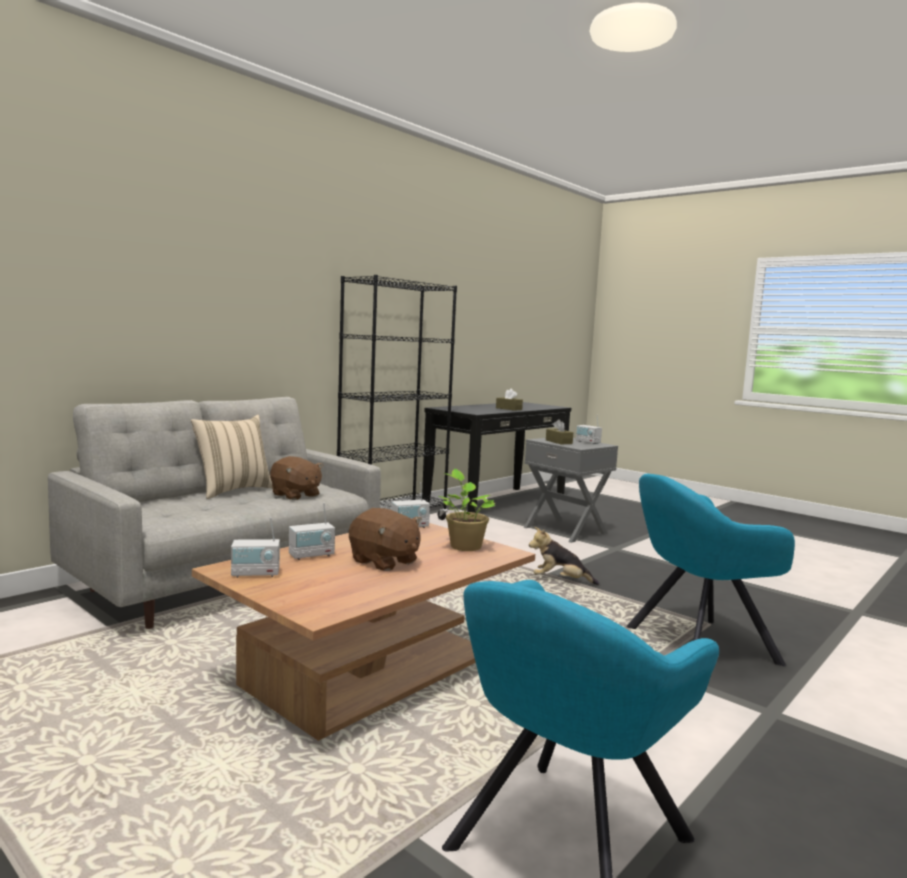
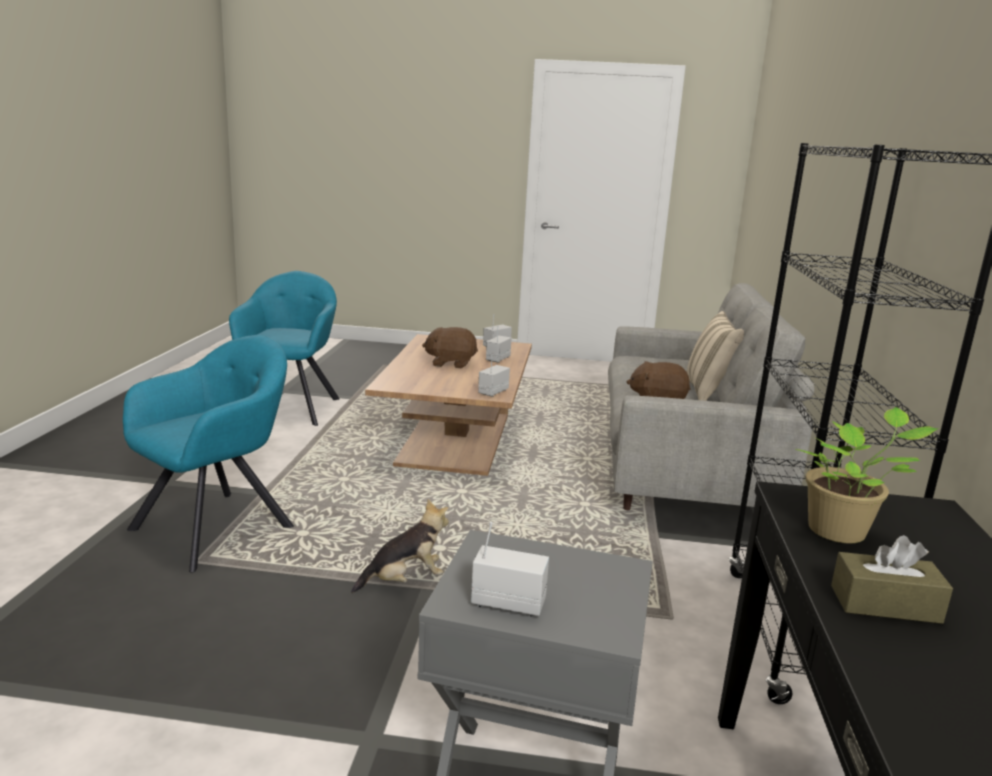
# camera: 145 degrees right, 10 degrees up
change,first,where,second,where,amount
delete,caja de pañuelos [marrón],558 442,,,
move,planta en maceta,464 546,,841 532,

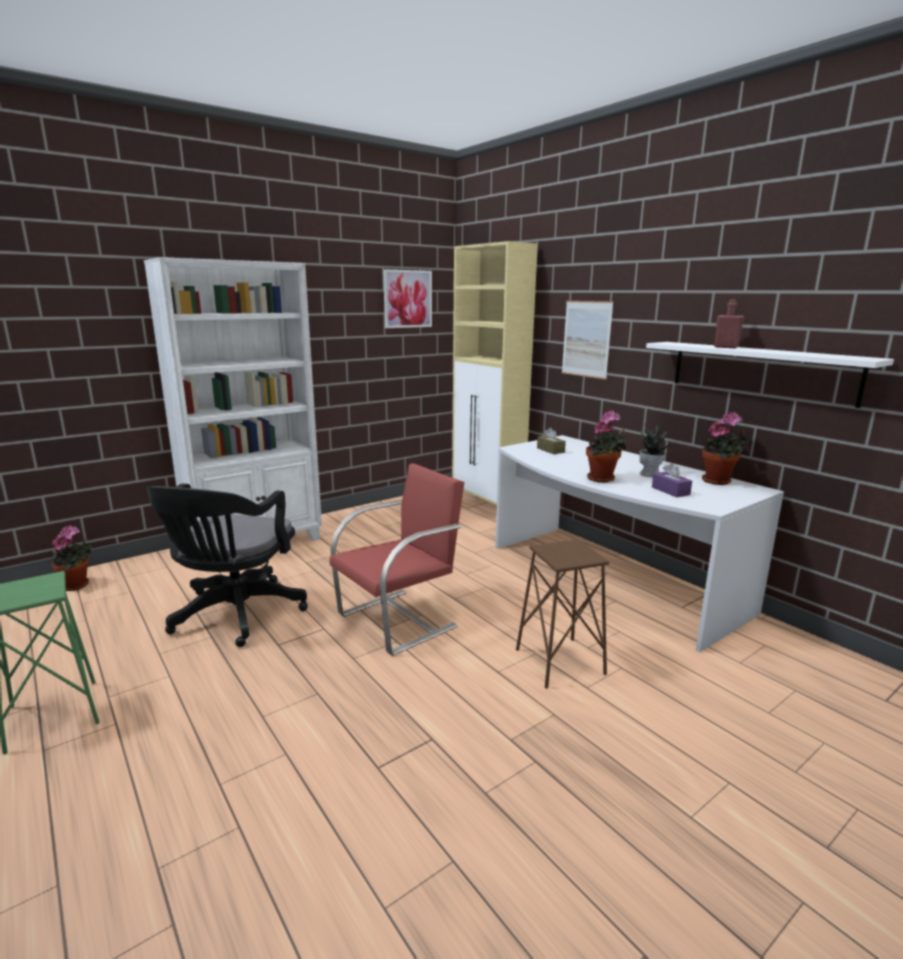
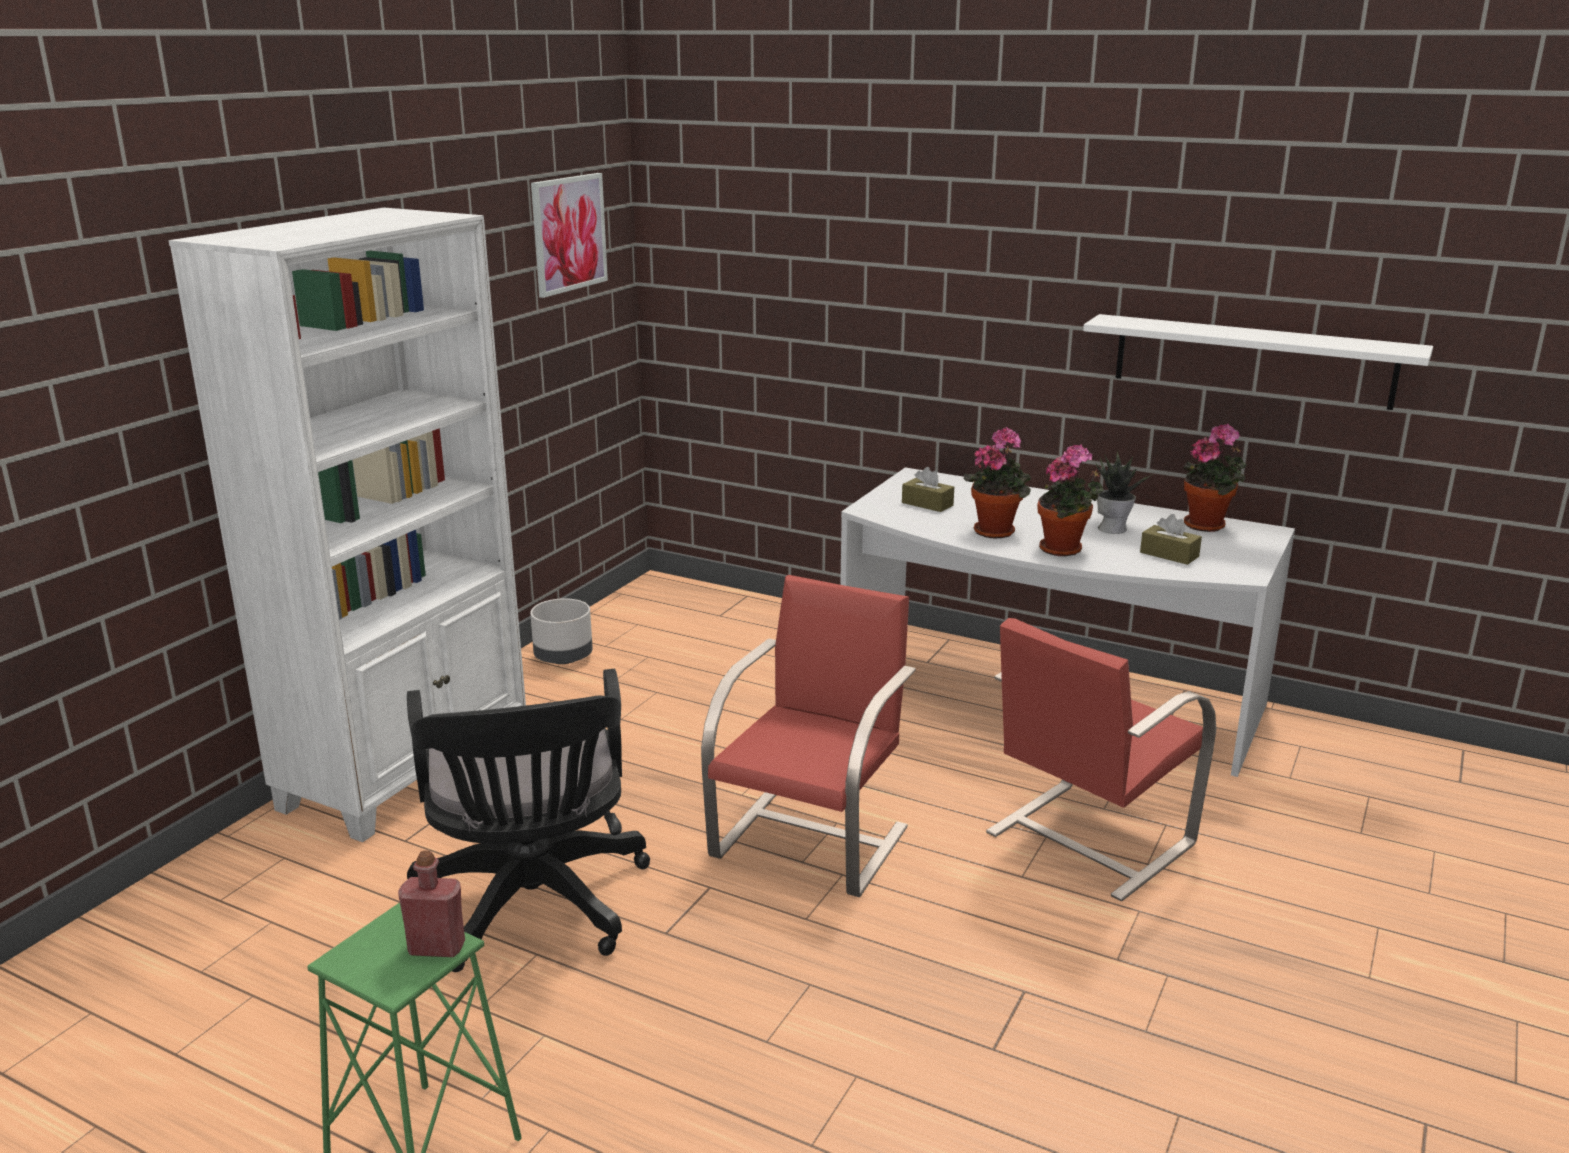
# camera: 25 degrees left, 5 degrees up
change,first,where,second,where,amount
delete,armario [beis],487 508,,,
move,botella [rojo],725 347,,436 948,
delete,cuadro,586 339,,,
recolor,caja de pañuelos [morado],670 491,caja de pañuelos [marrón],1169 554,
move,planta en maceta,78 585,,996 531,
replace,taburete [marrón],559 662,silla [rojo],1086 839,
insert,,,maceta [gris],564 658,

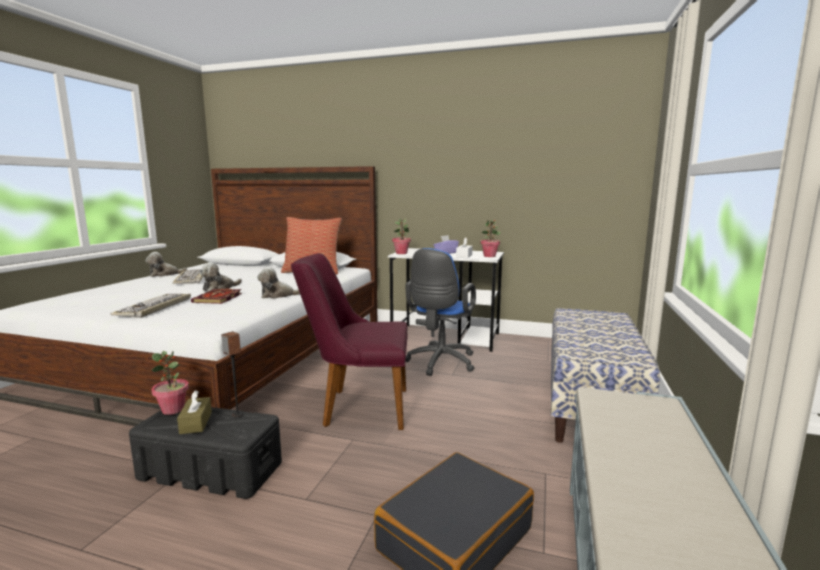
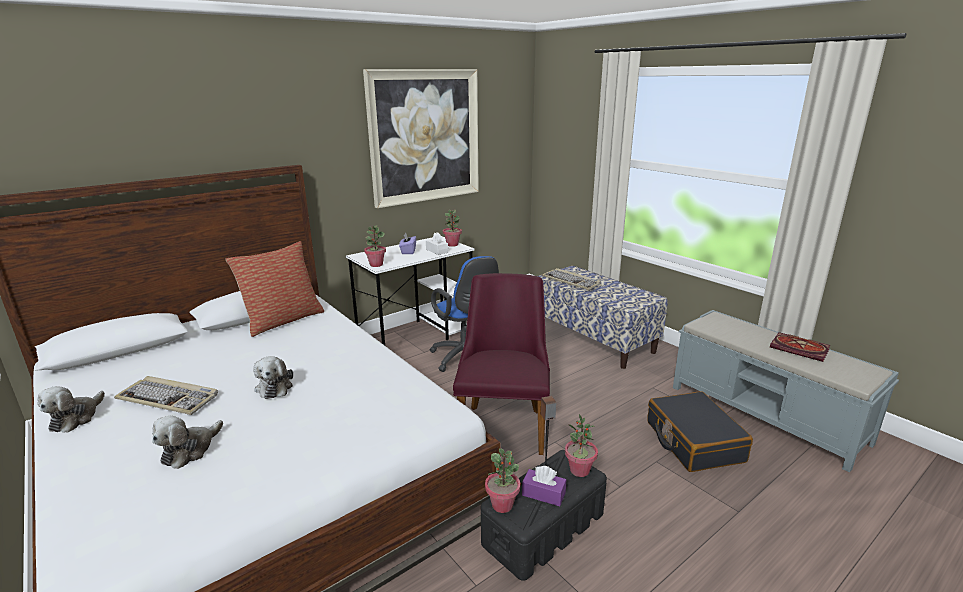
# camera: 55 degrees left, 10 degrees up
change,first,where,second,where,amount
rotate,silla [morado],357 407,,504 423,150 degrees clockwise
move,peluche,278 295,,190 450,
move,libro,218 298,,800 349,
move,teclado,155 307,,571 281,
recolor,caja de pañuelos [marrón],196 422,caja de pañuelos [morado],543 494,
insert,,,cuadro,425 136,
insert,,,planta en maceta,579 470,

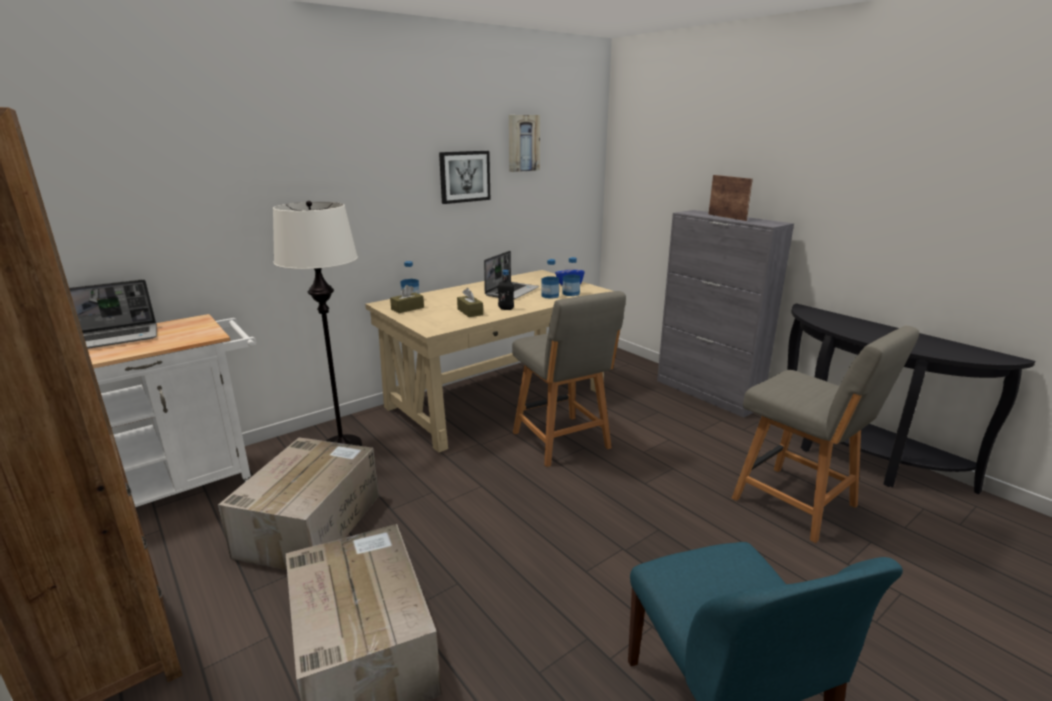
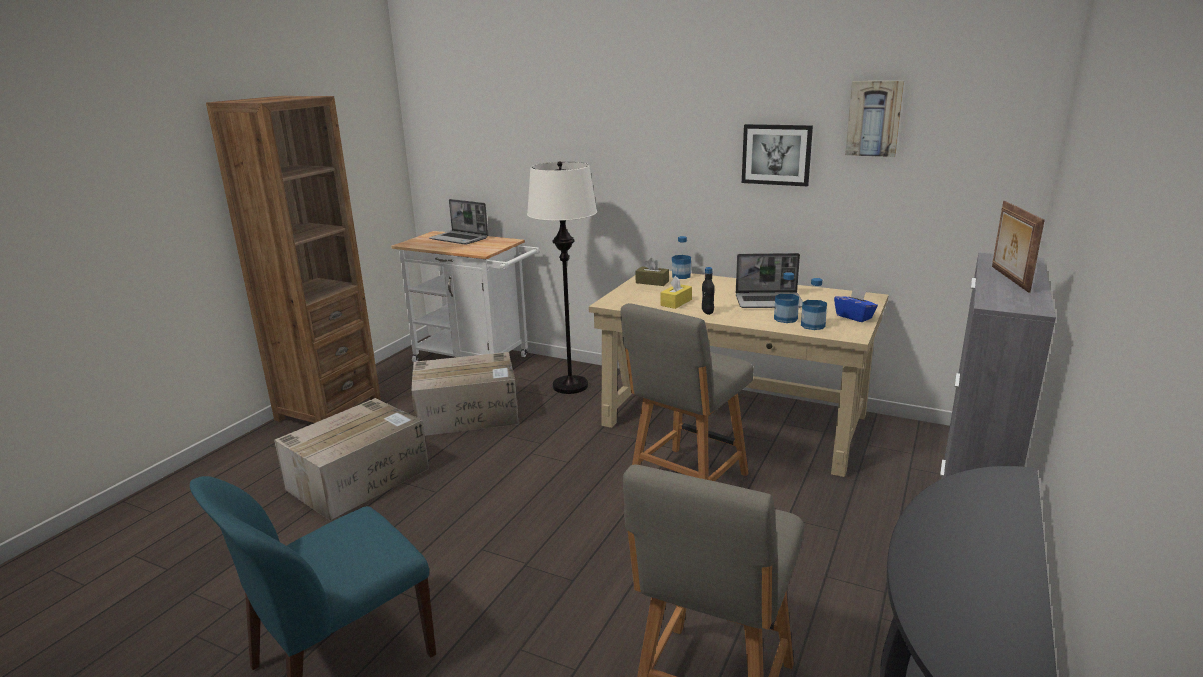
# camera: 65 degrees right, 0 degrees up
change,first,where,second,where,amount
rotate,portarretratos,727 217,,1008 278,150 degrees clockwise
recolor,caja de pañuelos [marrón],470 312,caja de pañuelos [amarillo],676 302,

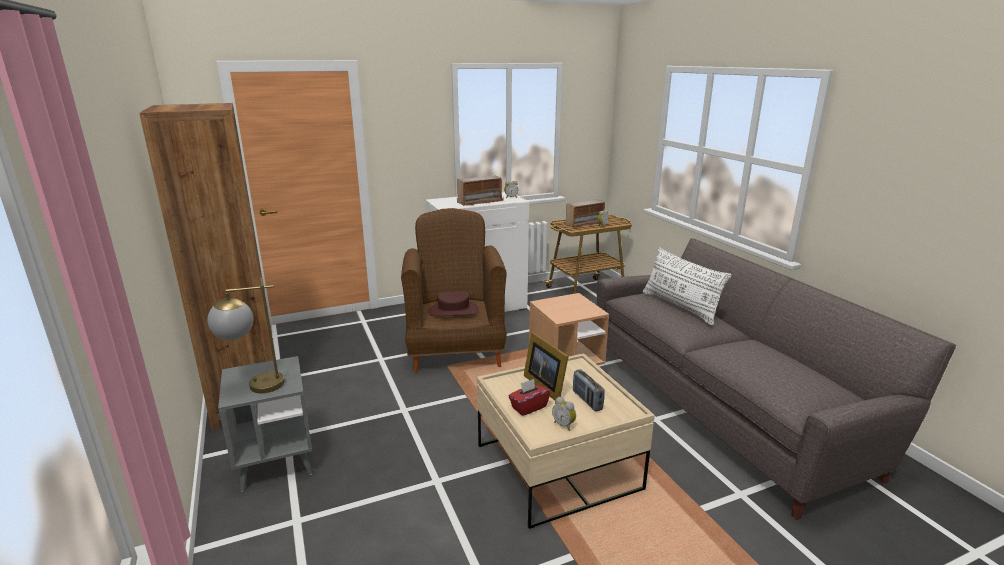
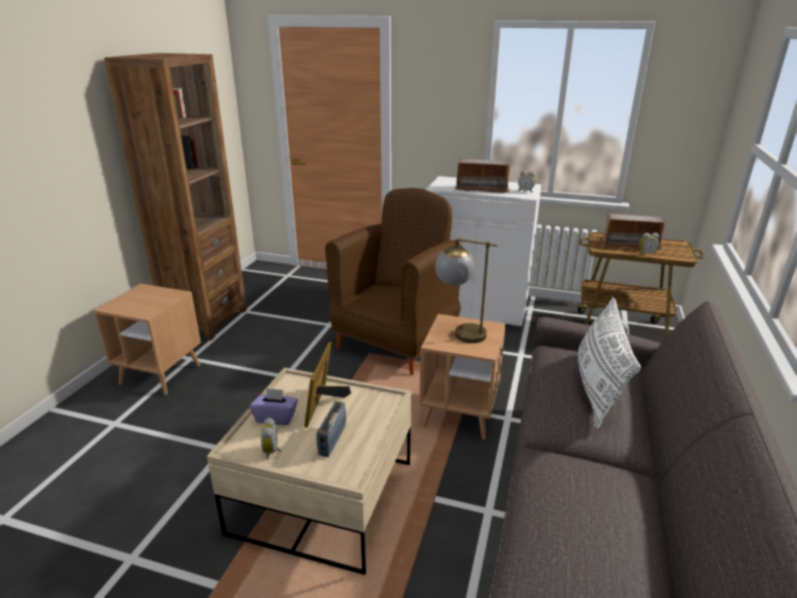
# camera: 40 degrees right, 5 degrees up
change,first,where,second,where,amount
move,lámpara de mesa,254 386,,459 333,
delete,sombrero [marrón],453 311,,,
recolor,mesa auxiliar [gris],276 462,mesa auxiliar [marrón],160 374,
recolor,caja de pañuelos [rojo],528 407,caja de pañuelos [morado],276 417,

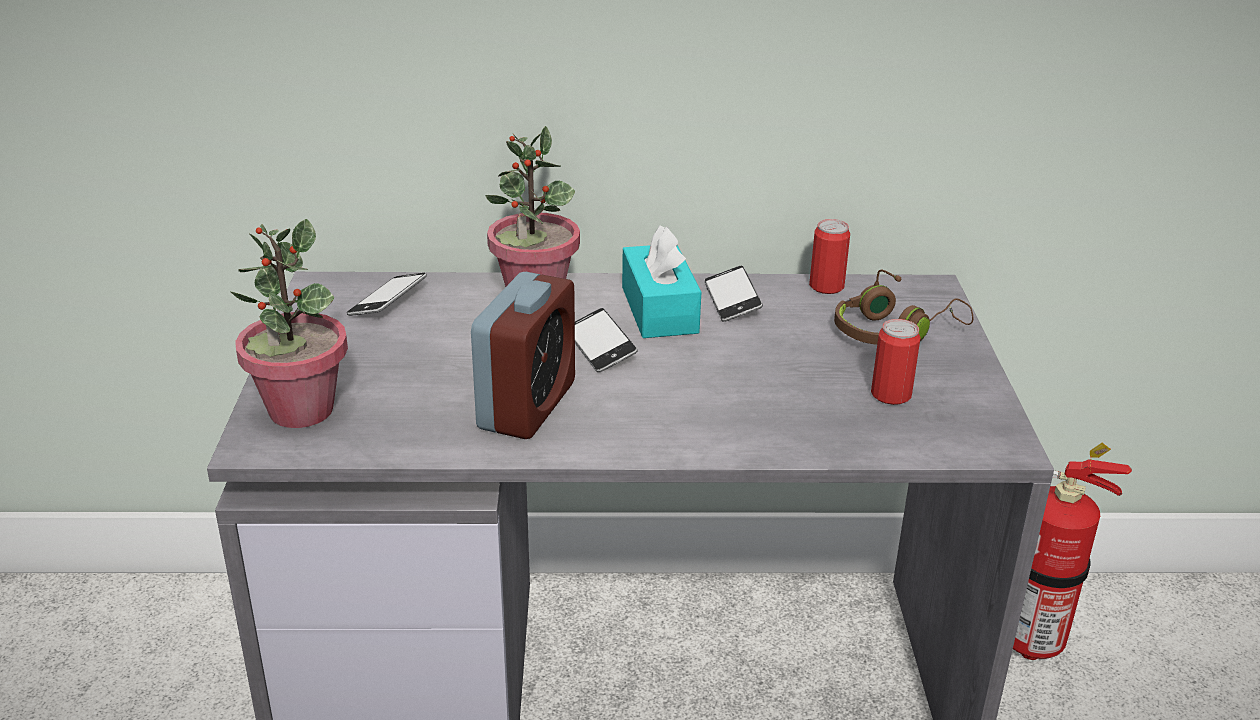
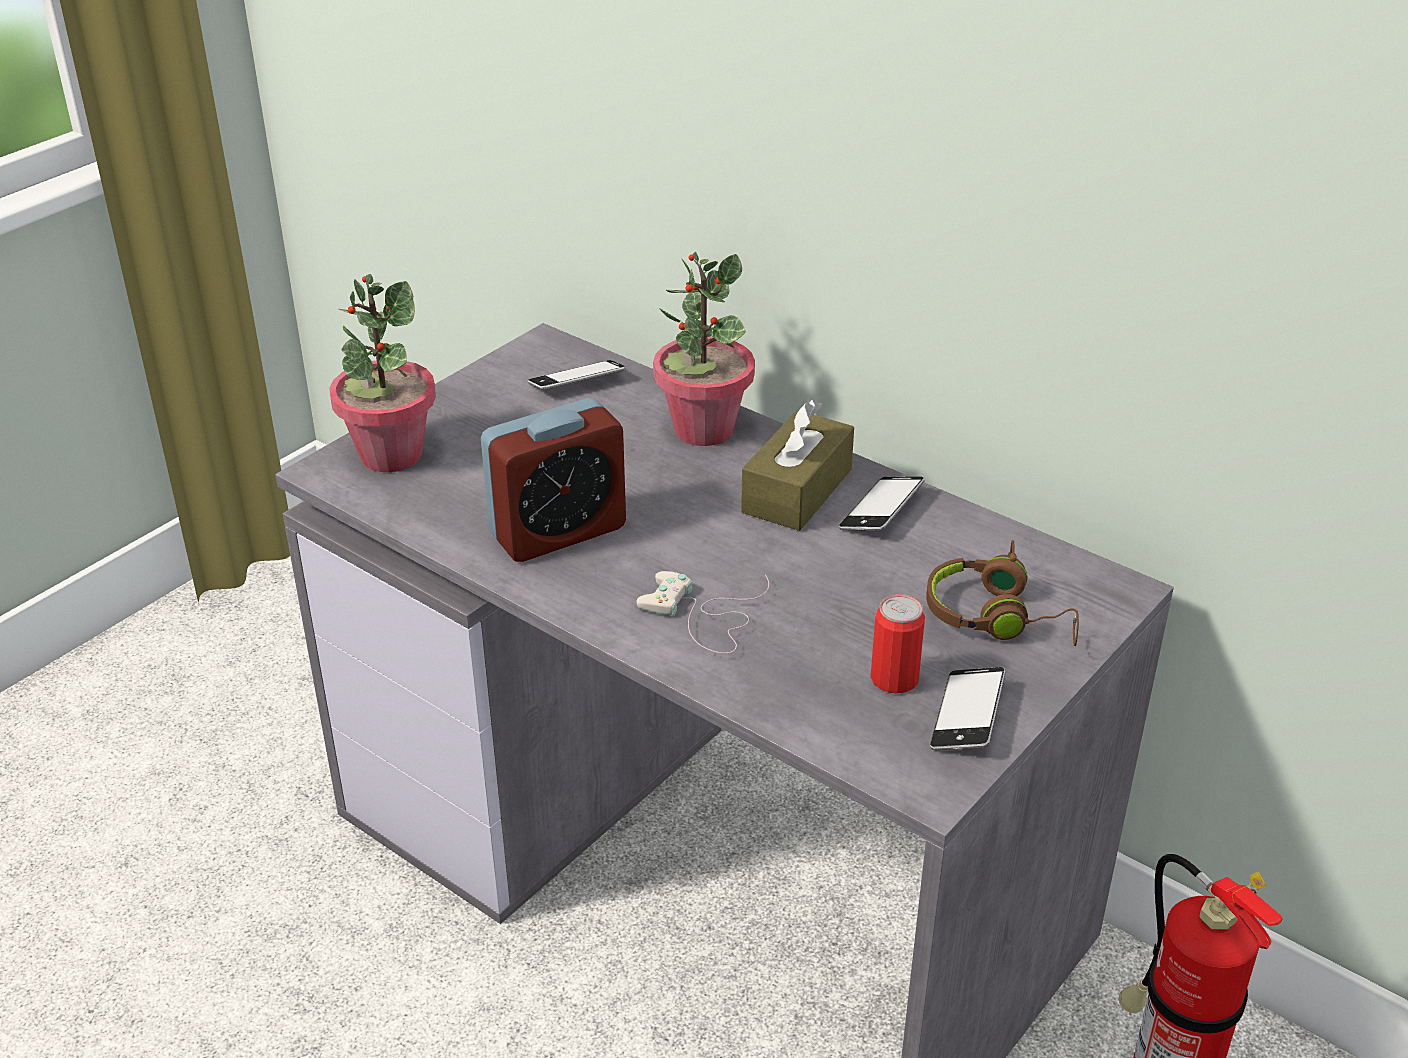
# camera: 40 degrees right, 5 degrees up
change,first,where,second,where,amount
delete,lata,826 286,,,
recolor,caja de pañuelos [turquesa],659 310,caja de pañuelos [marrón],797 491,
move,móvil,600 347,,967 716,
insert,,,mando de consola [blanco],704 616,

